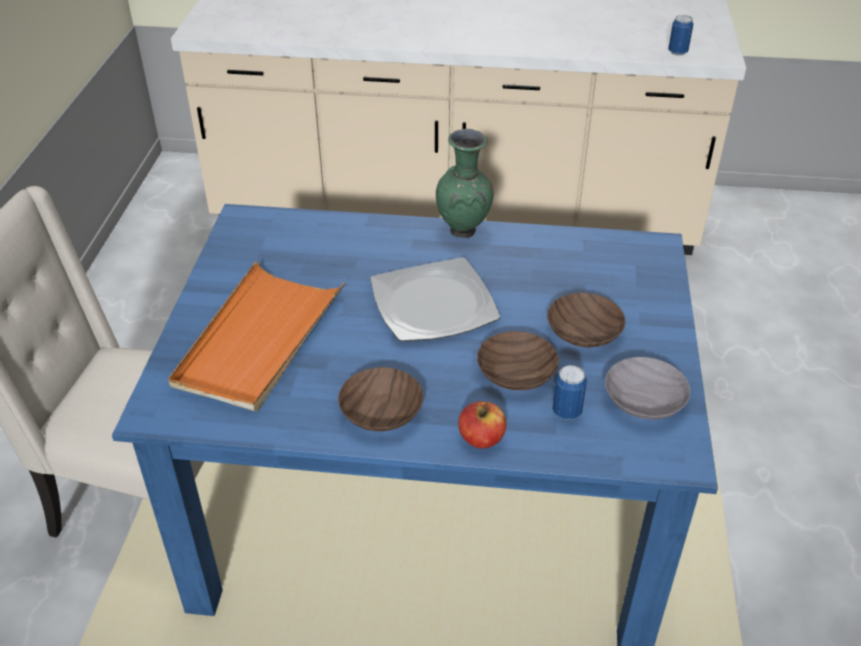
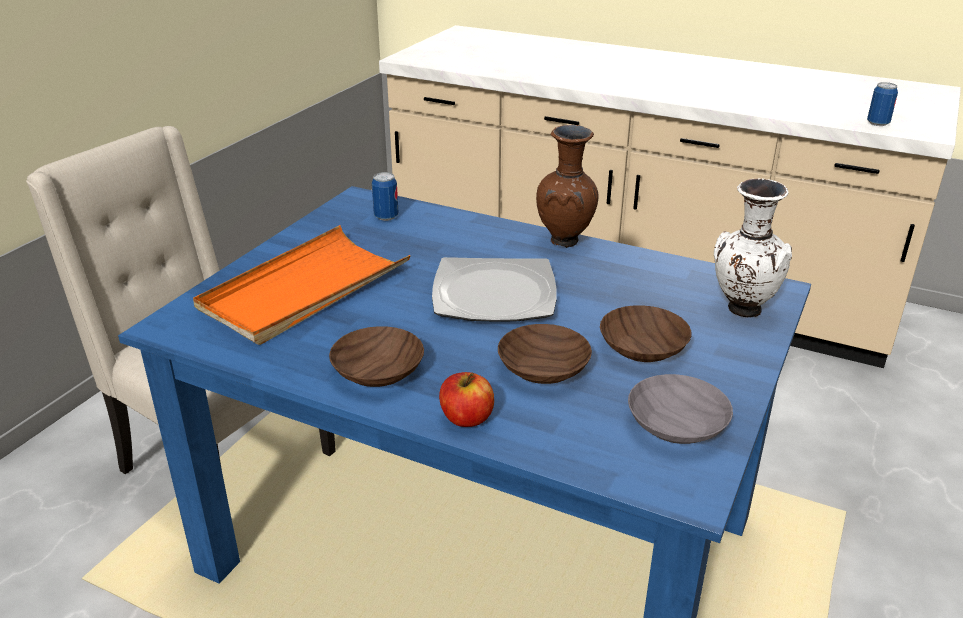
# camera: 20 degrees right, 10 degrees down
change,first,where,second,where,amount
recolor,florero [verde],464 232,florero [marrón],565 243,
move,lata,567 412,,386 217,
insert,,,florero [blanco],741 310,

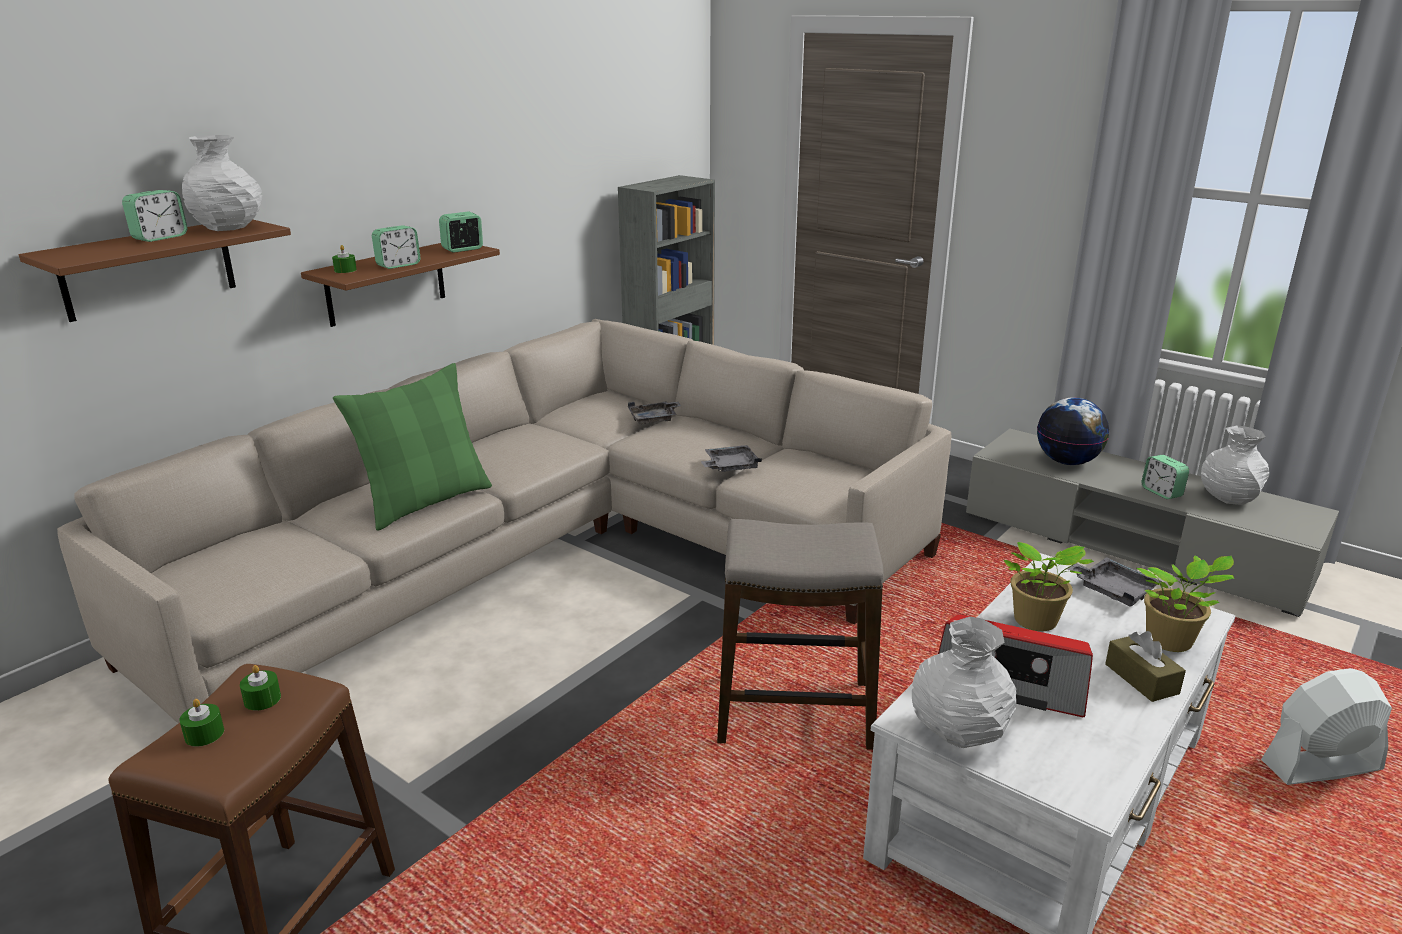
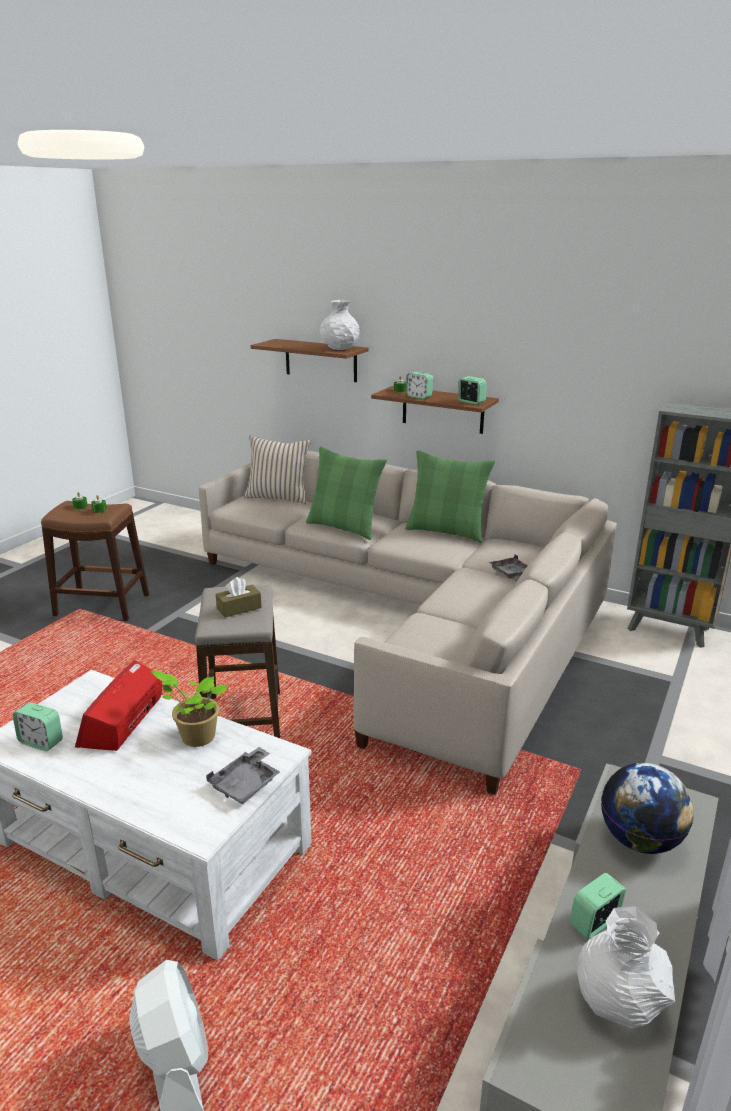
# camera: 80 degrees right, 0 degrees up
change,first,where,second,where,amount
move,despertador,160 237,,41 742,
delete,bandeja [gris],730 466,,,
delete,planta en maceta,1172 642,,,
delete,florero [blanco],960 733,,,
move,caja de pañuelos [marrón],1141 679,,239 608,
insert,,,cojín [beis],278 497,
insert,,,cojín [verde],446 531,

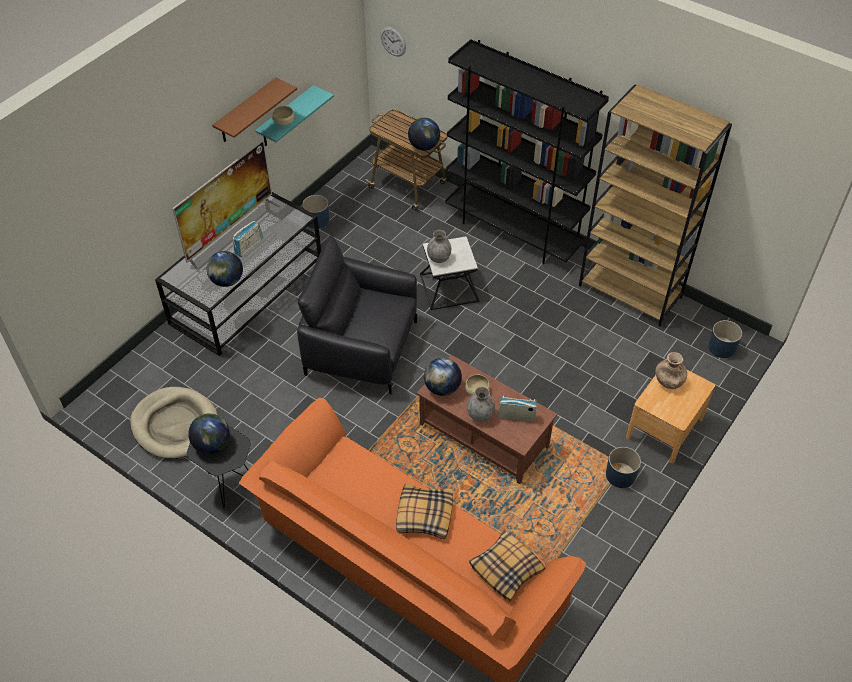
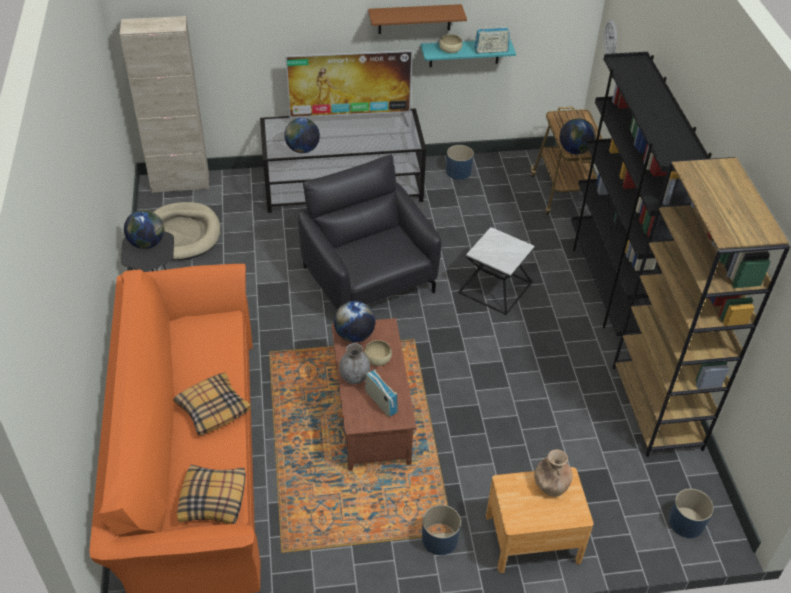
# camera: 45 degrees right, 5 degrees down
change,first,where,second,where,amount
move,radio,249 246,,491 50,
delete,florero [gris],439 258,,,
insert,,,armario [beis],180 183,

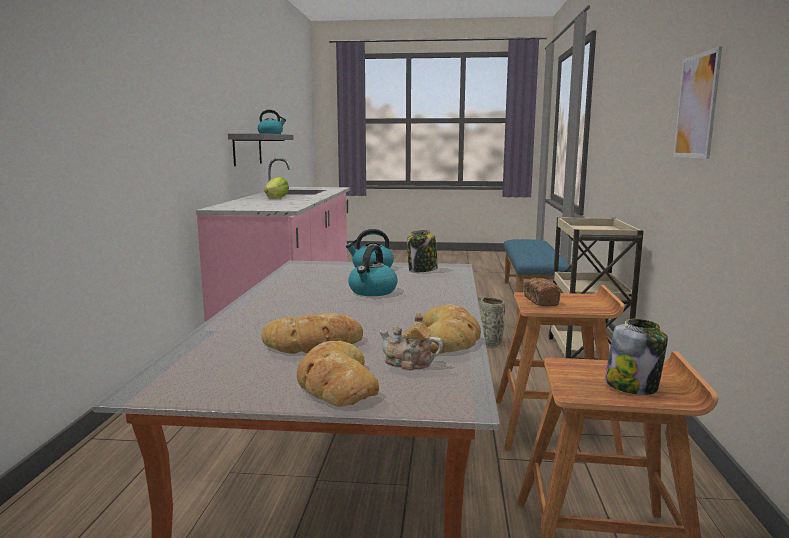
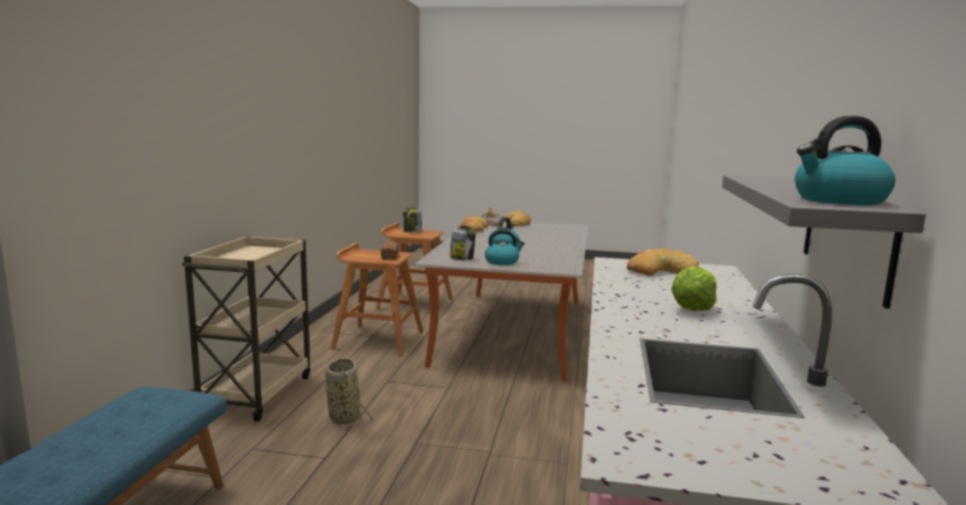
# camera: 175 degrees left, 0 degrees up
change,first,where,second,where,amount
delete,cuadro,696 106,,,
move,pan,313 344,,660 271,

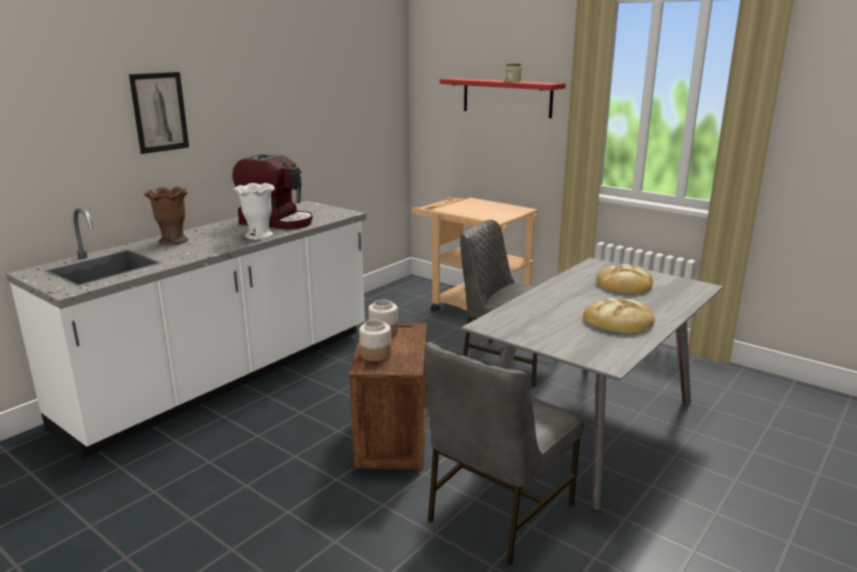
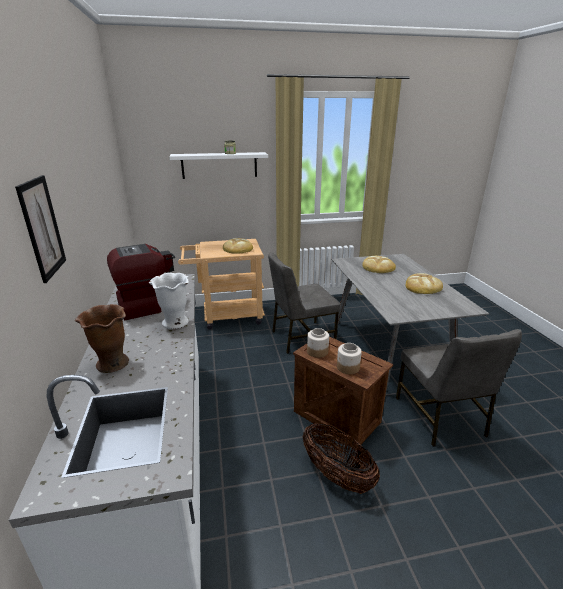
# camera: 50 degrees left, 5 degrees up
change,first,where,second,where,amount
recolor,estante [rojo],506 97,estante [blanco],219 165,
insert,,,pan,238 248,
insert,,,cesta,336 475,

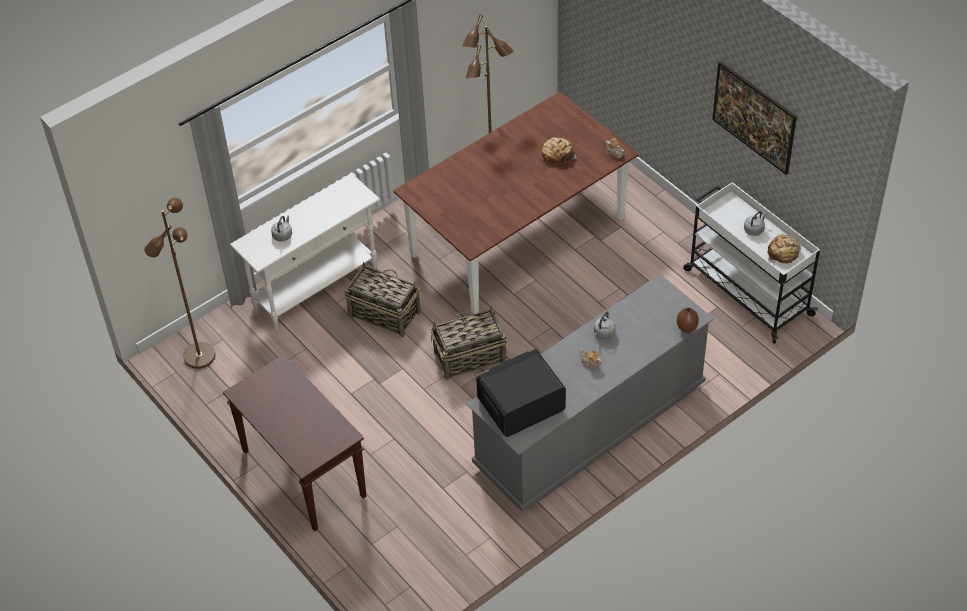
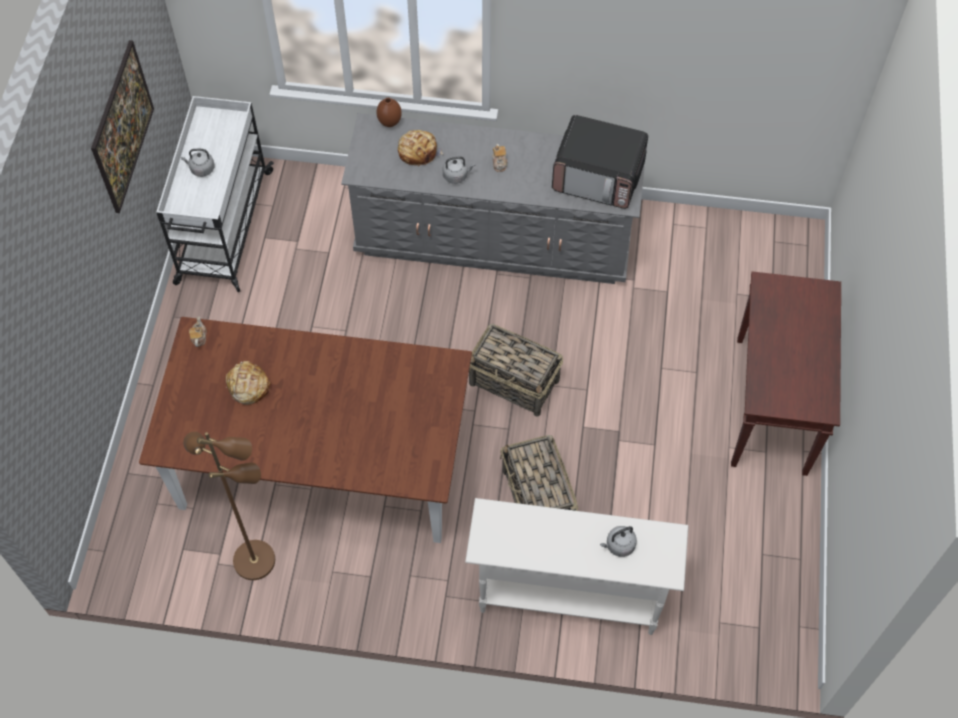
# camera: 135 degrees left, 10 degrees up
change,first,where,second,where,amount
delete,lámpara de pie [marrón],198 355,,,
move,pan,783 253,,418 151,

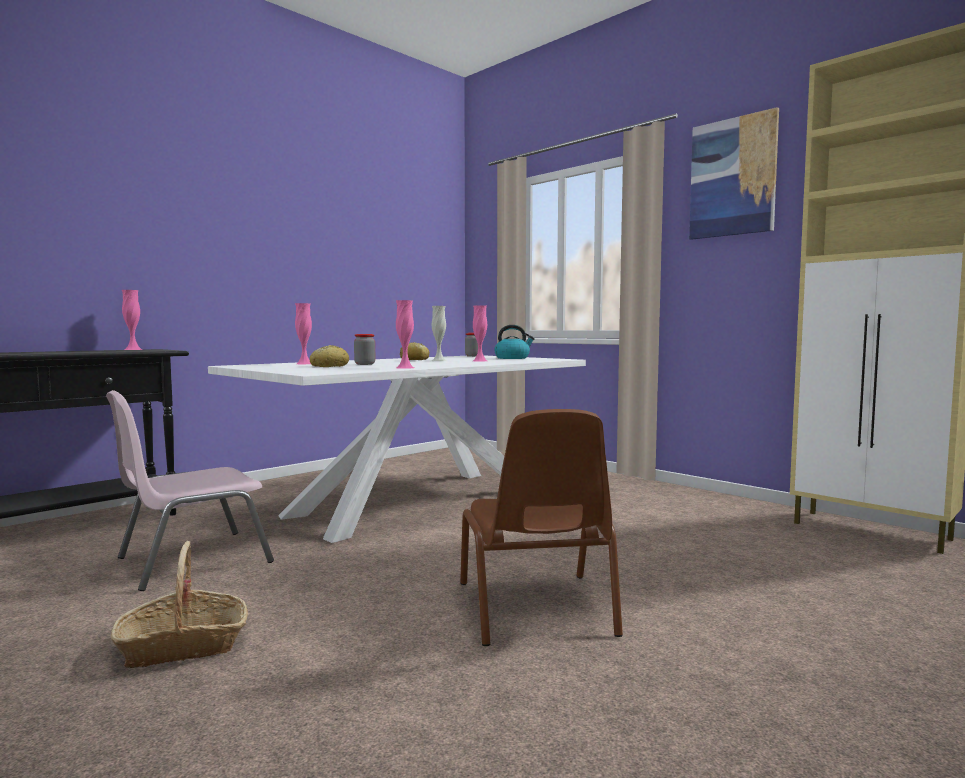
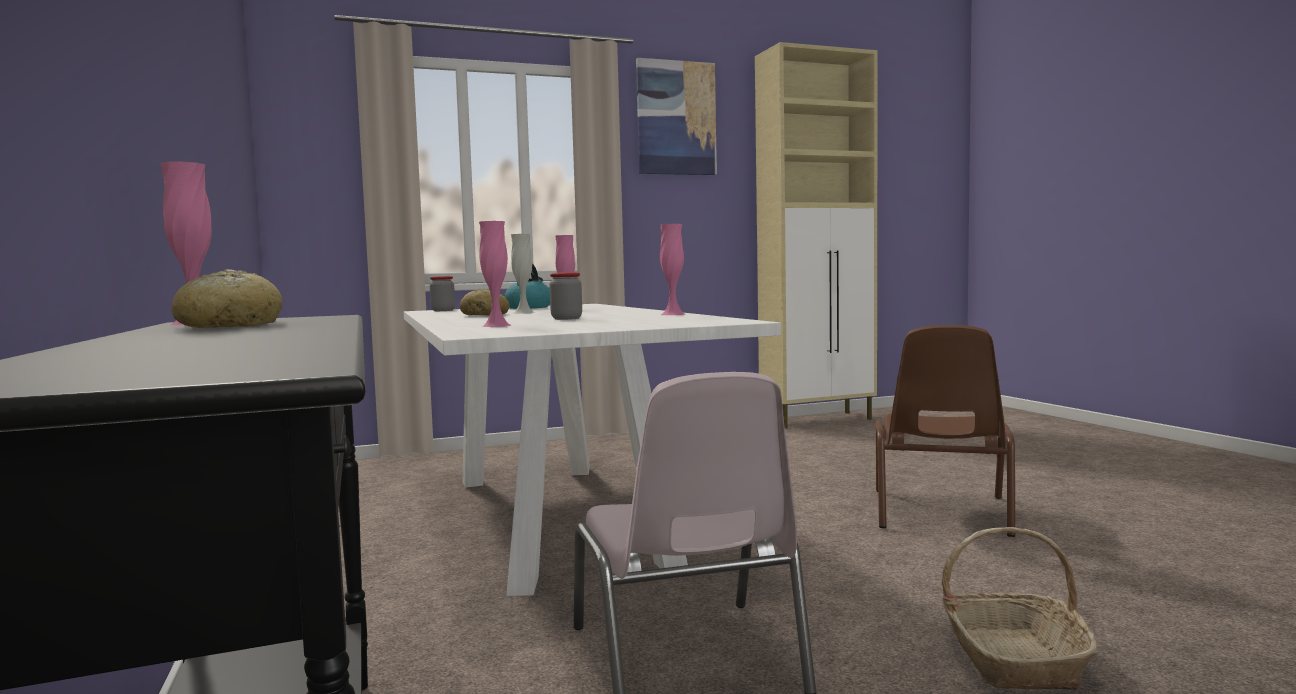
# camera: 65 degrees left, 0 degrees up
change,first,where,second,where,amount
move,pan,329 366,,230 325,
rotate,silla [marrón],536 609,,940 513,90 degrees clockwise

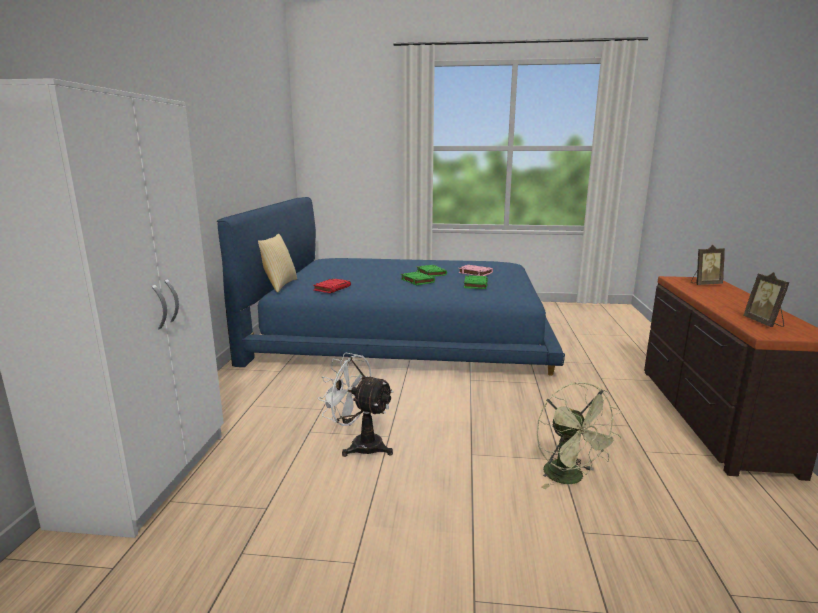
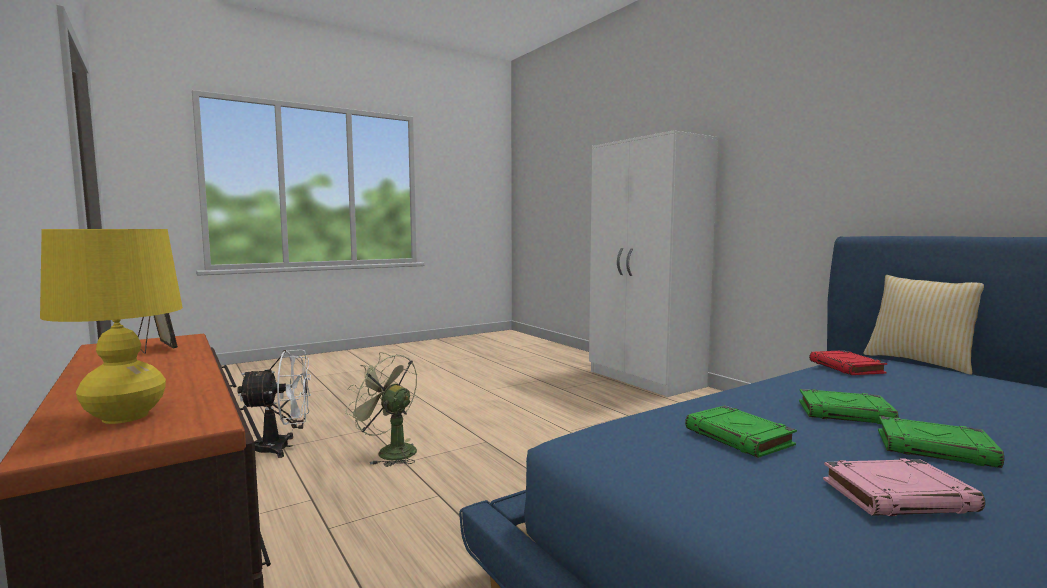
# camera: 140 degrees right, 10 degrees down
change,first,where,second,where,amount
replace,portarretratos,704 284,lámpara de mesa [amarillo],125 416,
move,ventilador [blanco],360 445,,281 447,

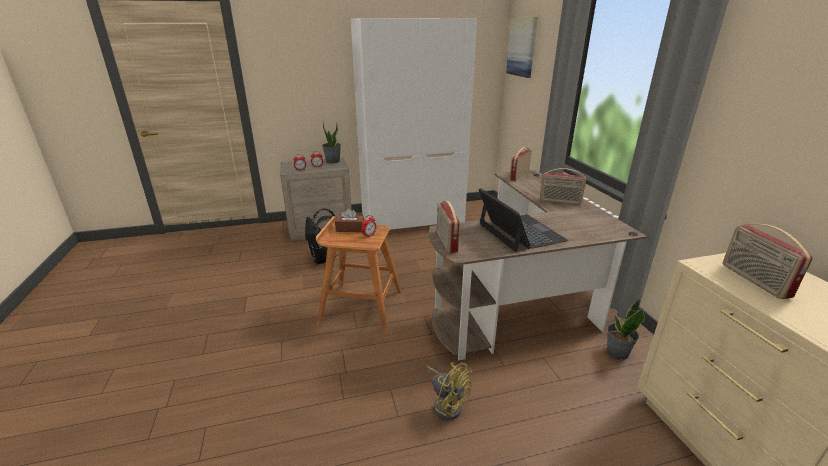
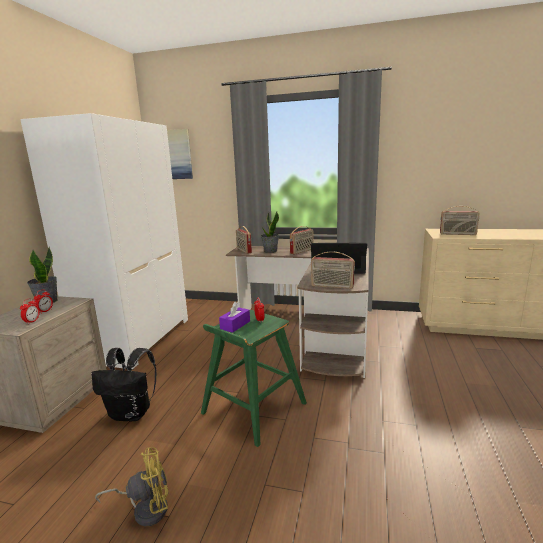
# camera: 60 degrees left, 10 degrees down
change,first,where,second,where,amount
recolor,caja de pañuelos [marrón],350 229,caja de pañuelos [morado],235 325,
recolor,taburete [marrón],360 306,taburete [verde],253 408,
move,planta en maceta,617 352,,270 251,
move,ventilador [amarillo],446 404,,145 509,

